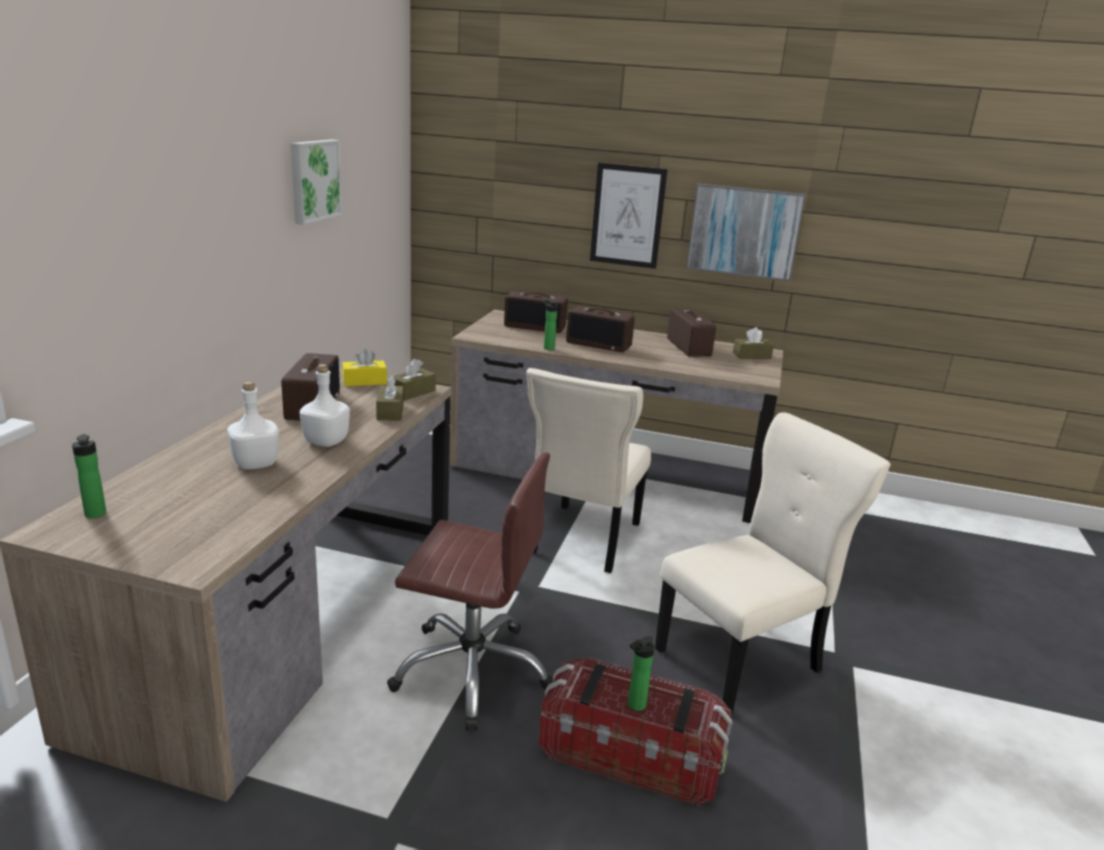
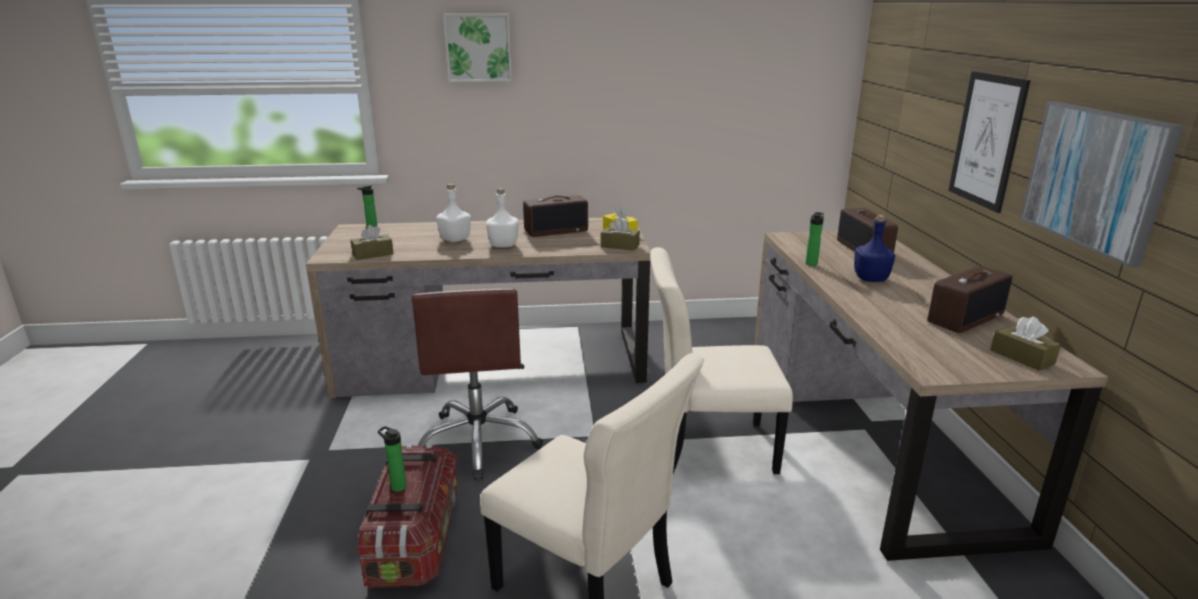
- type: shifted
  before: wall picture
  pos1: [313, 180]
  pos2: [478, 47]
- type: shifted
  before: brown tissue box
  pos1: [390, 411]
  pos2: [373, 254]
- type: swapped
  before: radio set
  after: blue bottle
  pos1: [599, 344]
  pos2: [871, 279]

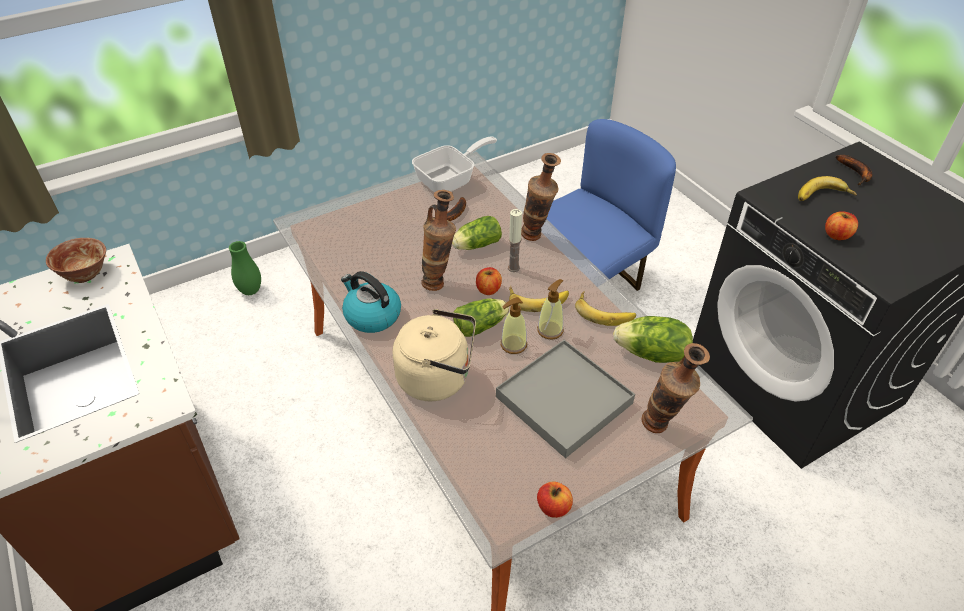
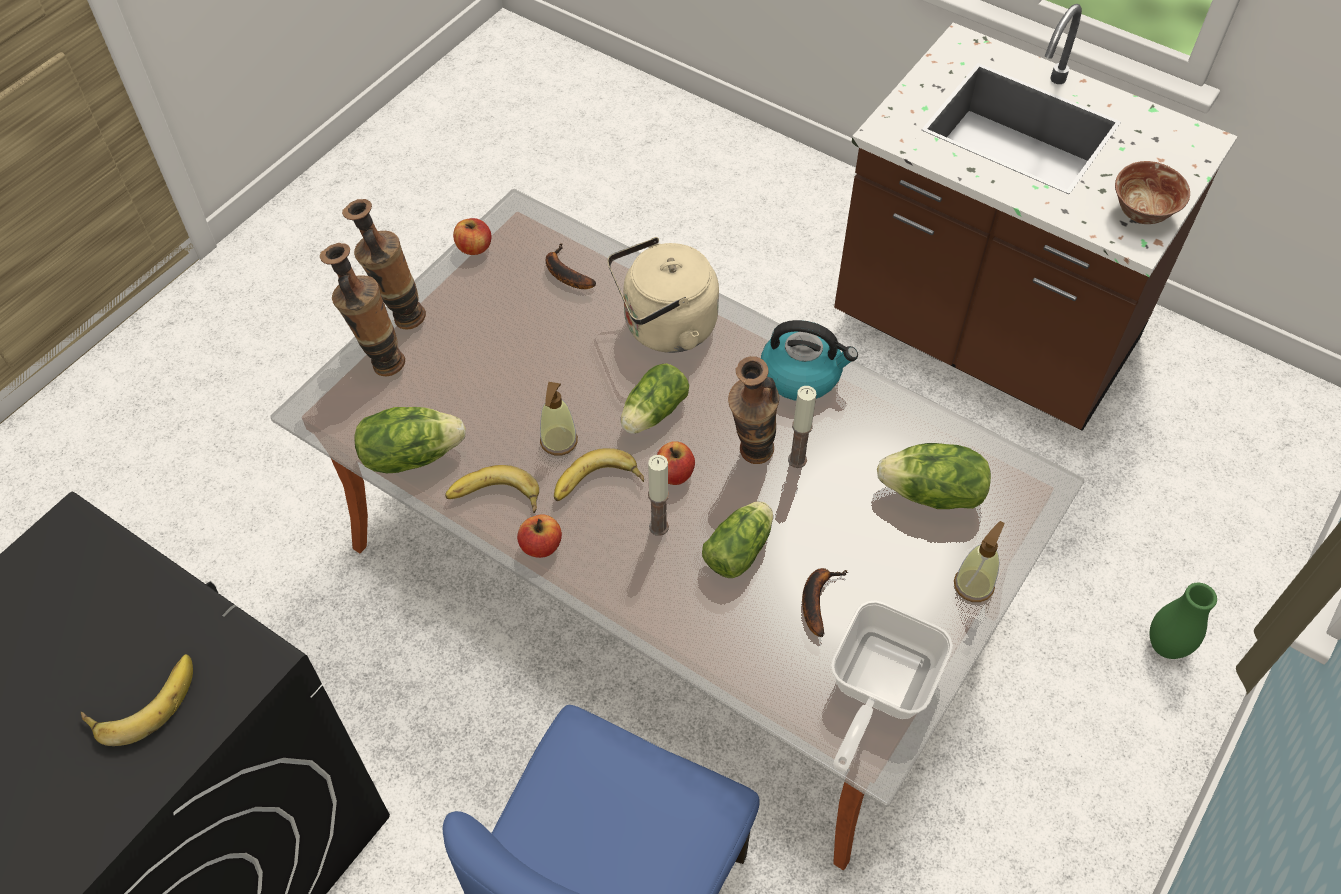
- type: gone
  before: greyish carrying tray
  pos1: [563, 400]
- type: new
  after: wax light
  pos2: [797, 460]
- type: new
  after: head of lettuce
  pos2: [932, 494]
- type: shifted
  before: soap dispenser
  pos1: [513, 344]
  pos2: [974, 585]
- type: shifted
  before: flower vase
  pos1: [537, 238]
  pos2: [399, 317]
- type: shifted
  before: apple fruit
  pos1: [836, 235]
  pos2: [541, 546]
- type: shifted
  before: banana
  pos1: [856, 173]
  pos2: [564, 273]

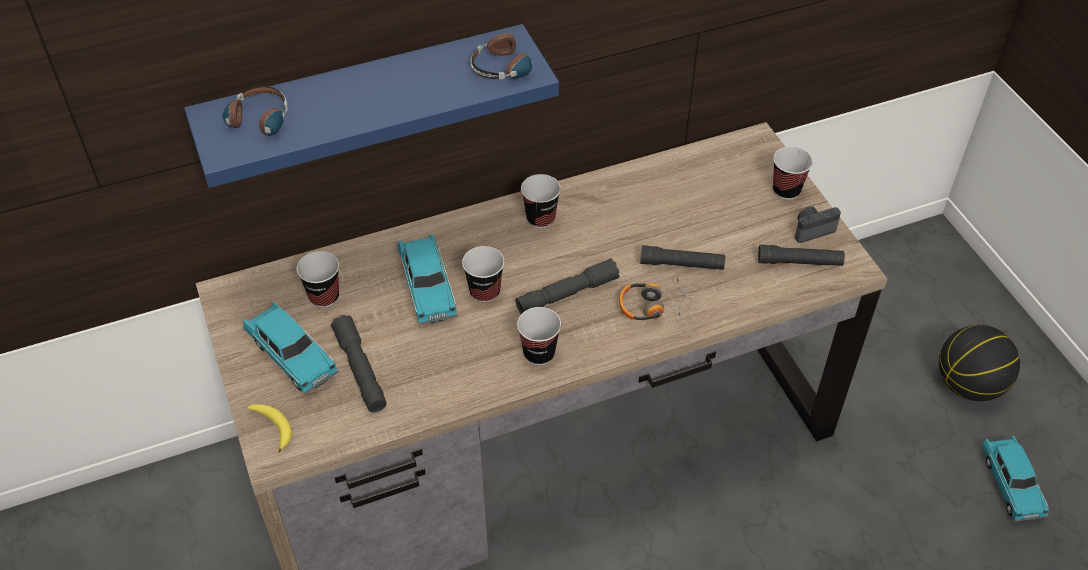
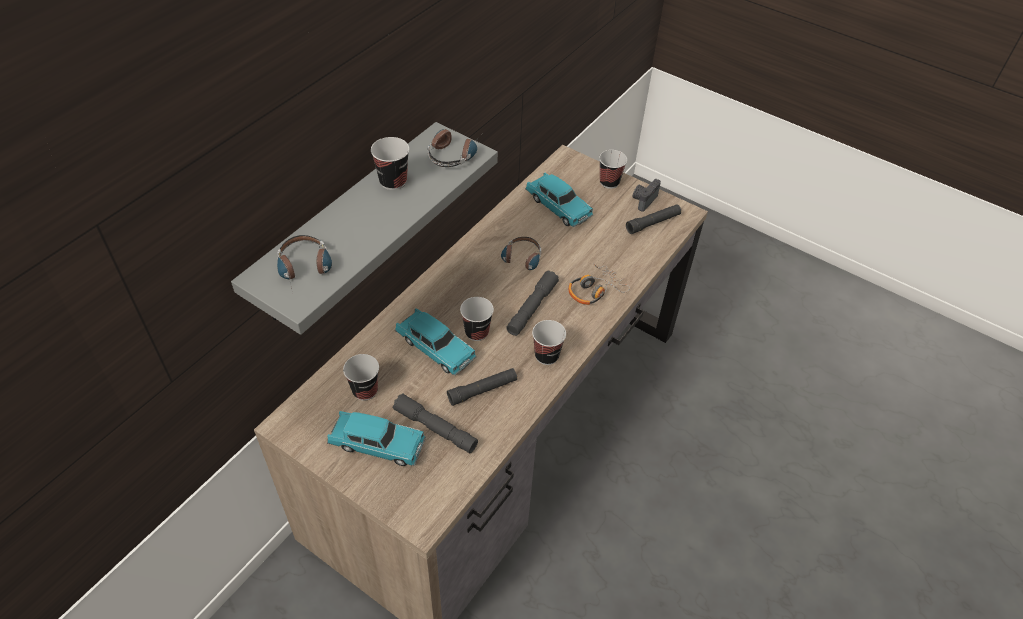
- type: gone
  before: banana
  pos1: [273, 427]
- type: gone
  before: ball for basketball
  pos1: [969, 385]
- type: new
  after: headset
  pos2: [520, 262]
- type: shifted
  before: cup
  pos1: [540, 218]
  pos2: [393, 181]
- type: shifted
  before: black flashlight
  pos1: [682, 264]
  pos2: [482, 390]
- type: shifted
  before: blue-green toy car
  pos1: [1010, 484]
  pos2: [558, 207]
- type: repainted
  before: blue bracket shelf
  after: greyish bracket shelf
  pos1: [364, 101]
  pos2: [347, 224]

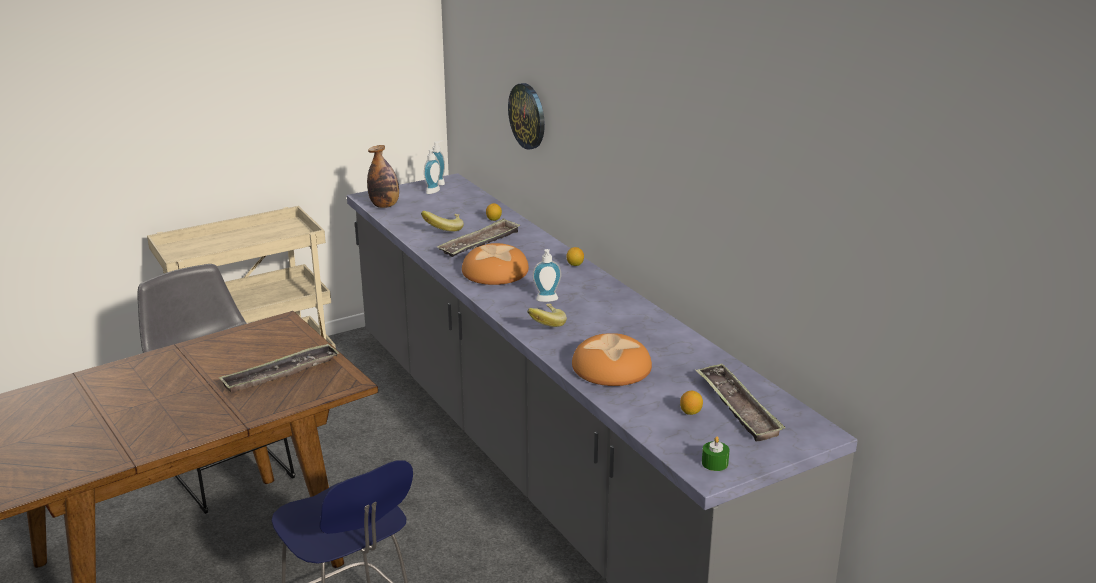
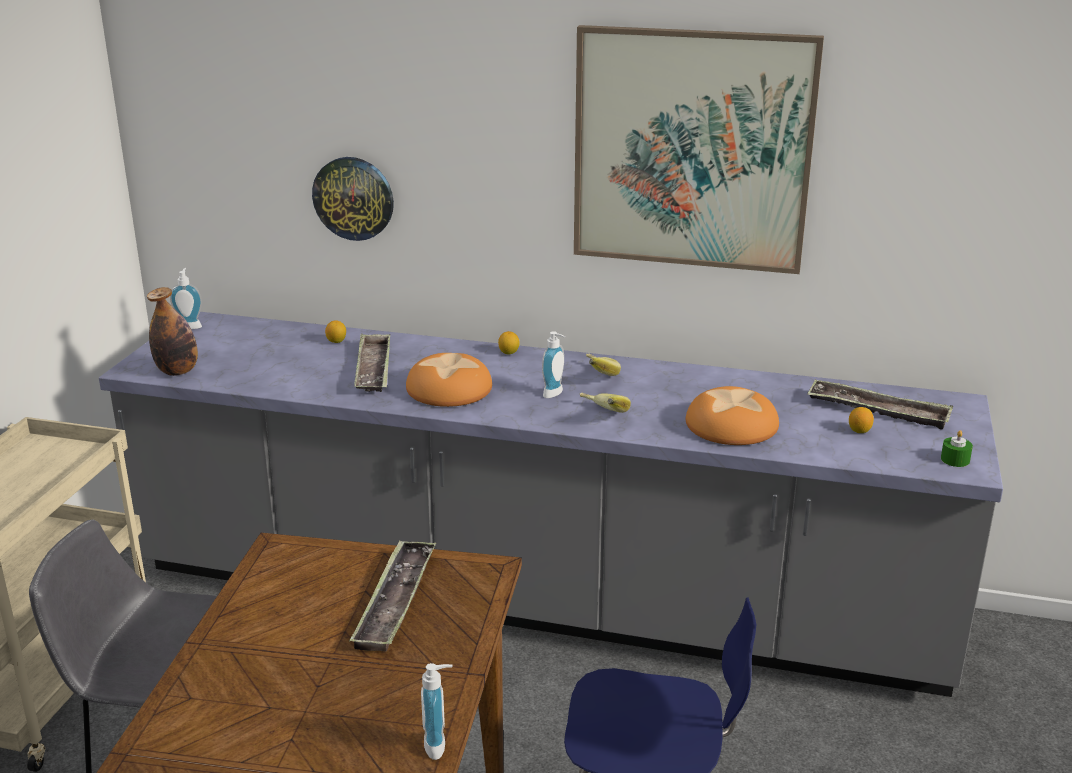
- type: new
  after: wall picture
  pos2: [692, 150]
- type: shifted
  before: banana
  pos1: [443, 229]
  pos2: [596, 377]
- type: shifted
  before: soap dispenser
  pos1: [434, 192]
  pos2: [439, 745]

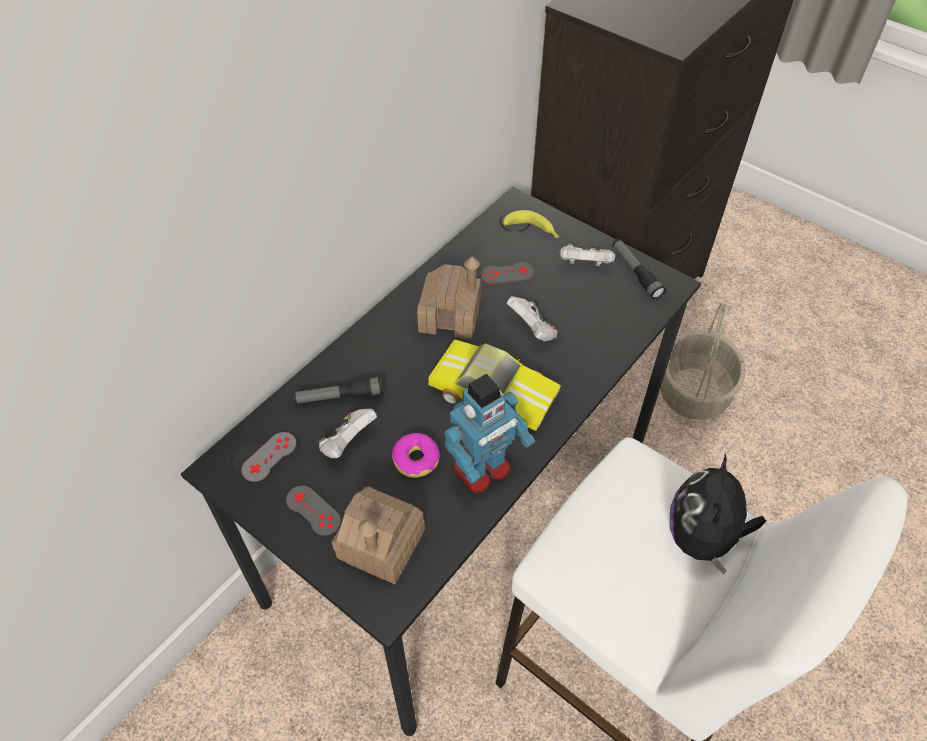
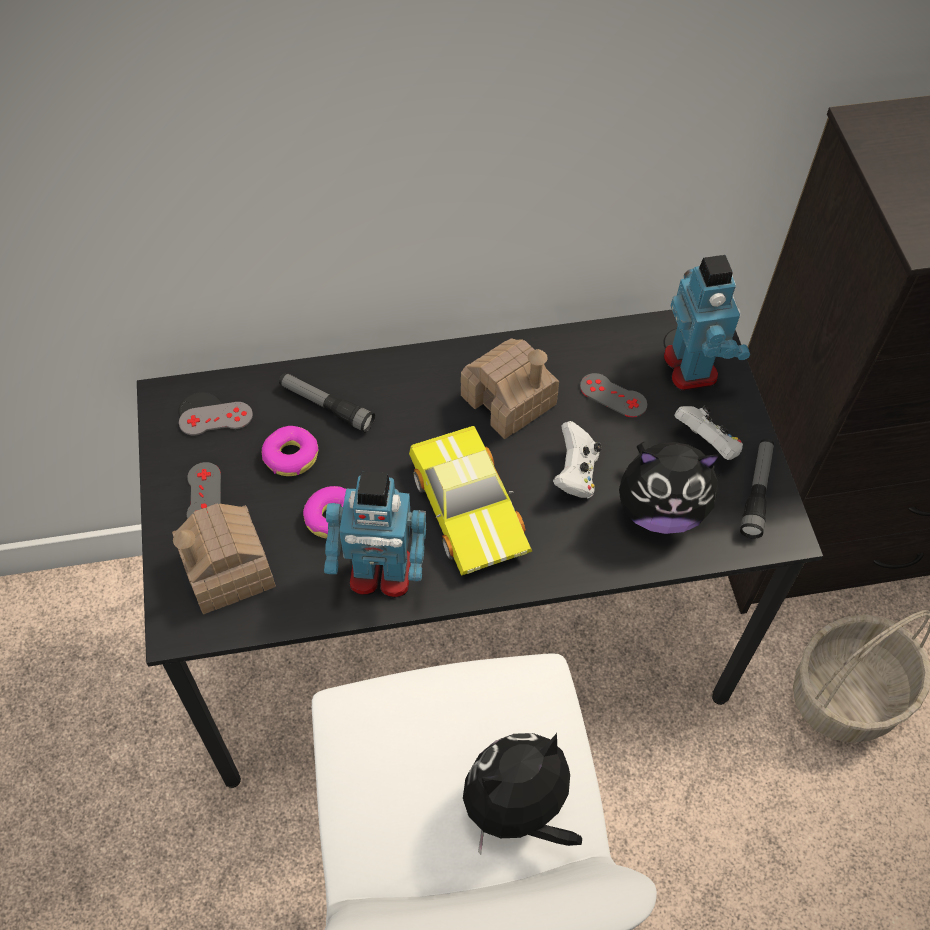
- type: new
  after: plush toy
  pos2: [660, 510]
- type: swapped
  before: white-coloured joypad
  after: doughnut
  pos1: [347, 443]
  pos2: [290, 456]
- type: swapped
  before: banana
  after: model robot
  pos1: [533, 230]
  pos2: [691, 367]

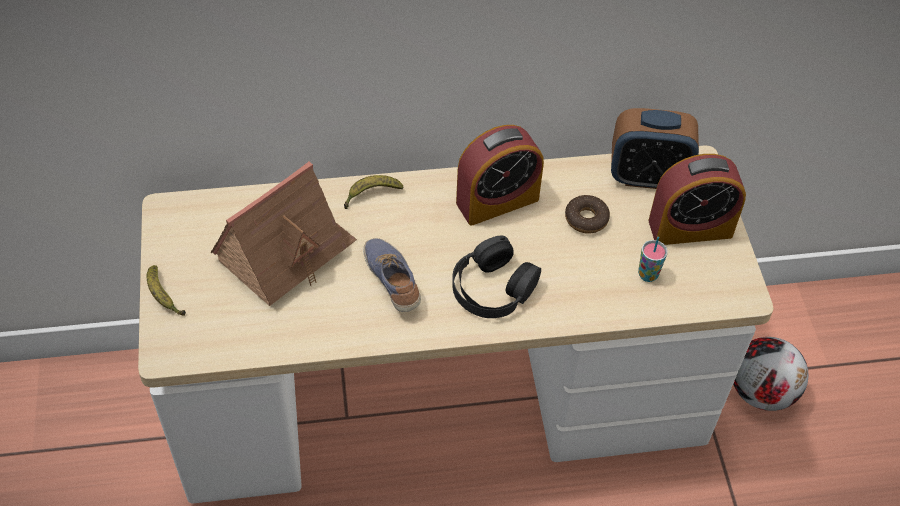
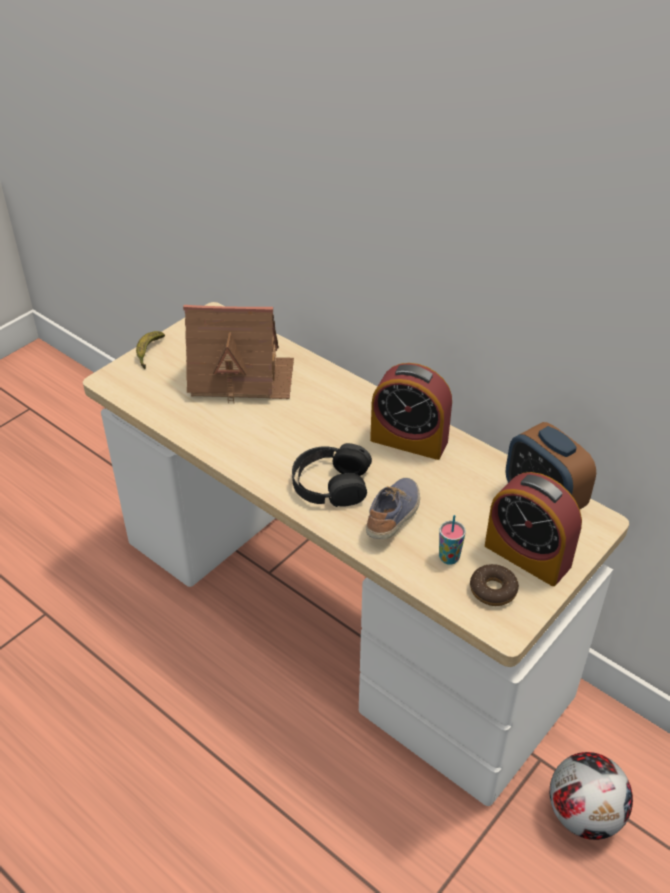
- type: gone
  before: banana
  pos1: [371, 195]
- type: shifted
  before: item of footwear
  pos1: [393, 280]
  pos2: [394, 516]
- type: shifted
  before: doughnut
  pos1: [586, 219]
  pos2: [493, 590]

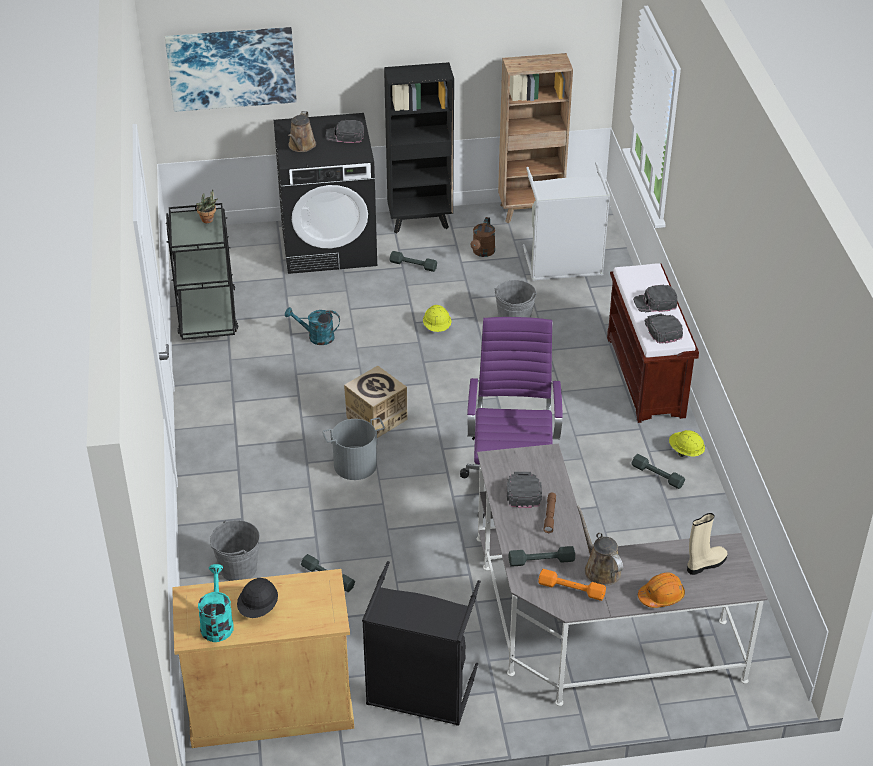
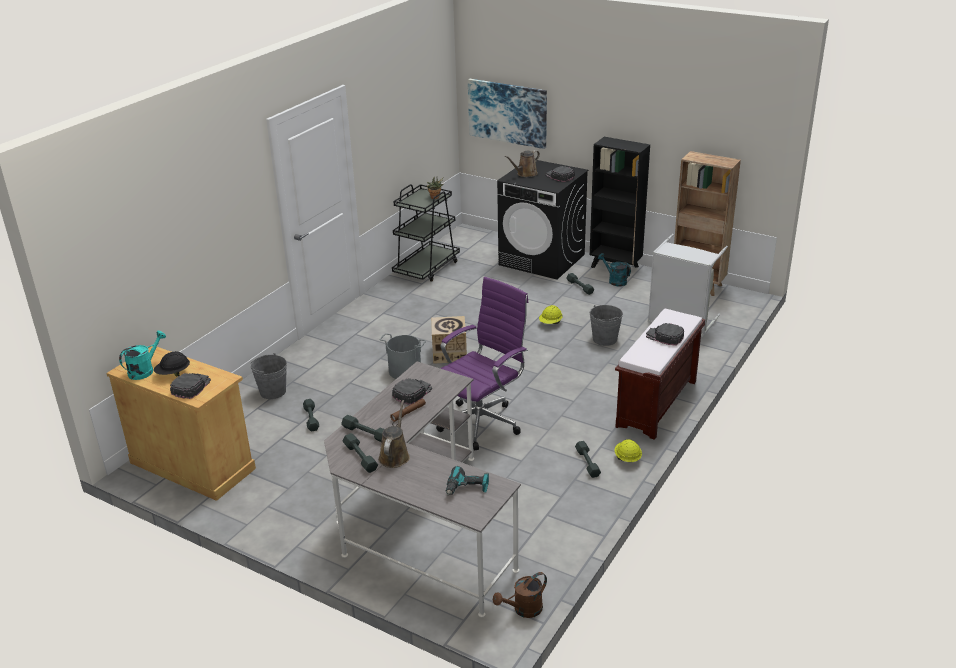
- type: gone
  before: black laundry basket
  pos1: [419, 695]
- type: gone
  before: orangey safety helmet
  pos1: [661, 596]
- type: shifted
  before: blue-green watering can
  pos1: [316, 337]
  pos2: [614, 281]
- type: shifted
  before: brown watering can
  pos1: [482, 252]
  pos2: [523, 610]
- type: shifted
  before: black peaked cap
  pos1: [662, 329]
  pos2: [191, 387]
- type: swapped
  before: beige tall boot
  after: electric drill
  pos1: [705, 564]
  pos2: [467, 488]
- type: repainted
  before: orangey dumbbell
  after: greyish dumbbell
  pos1: [571, 589]
  pos2: [360, 457]

